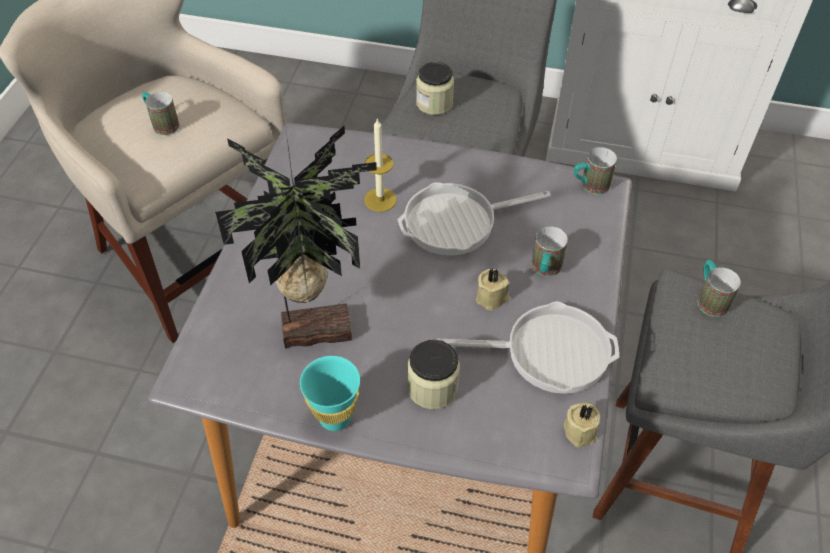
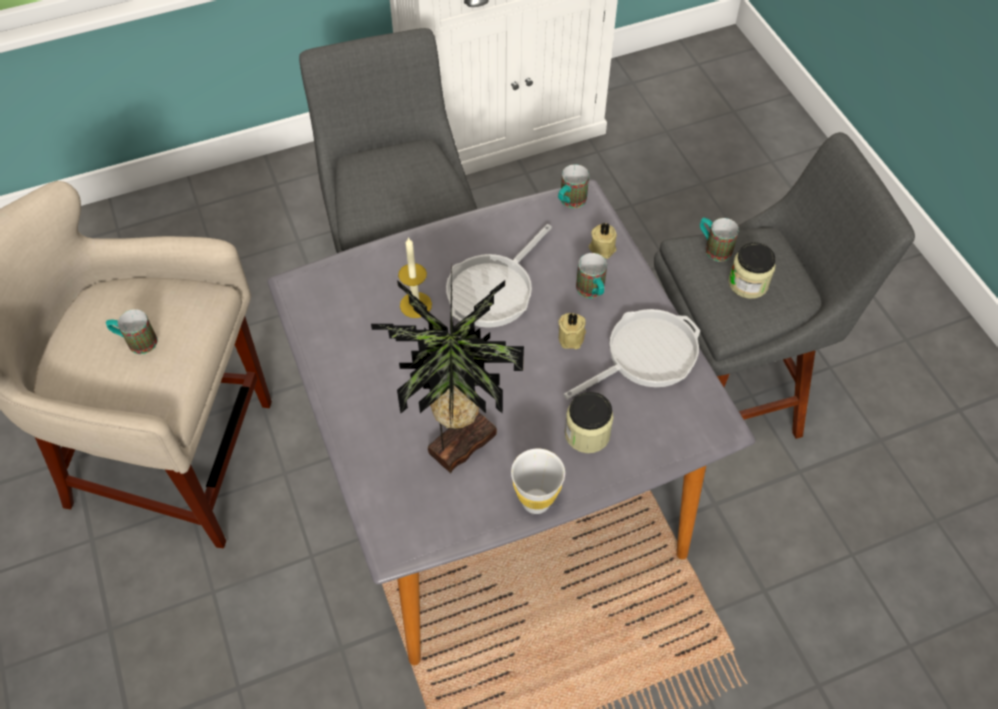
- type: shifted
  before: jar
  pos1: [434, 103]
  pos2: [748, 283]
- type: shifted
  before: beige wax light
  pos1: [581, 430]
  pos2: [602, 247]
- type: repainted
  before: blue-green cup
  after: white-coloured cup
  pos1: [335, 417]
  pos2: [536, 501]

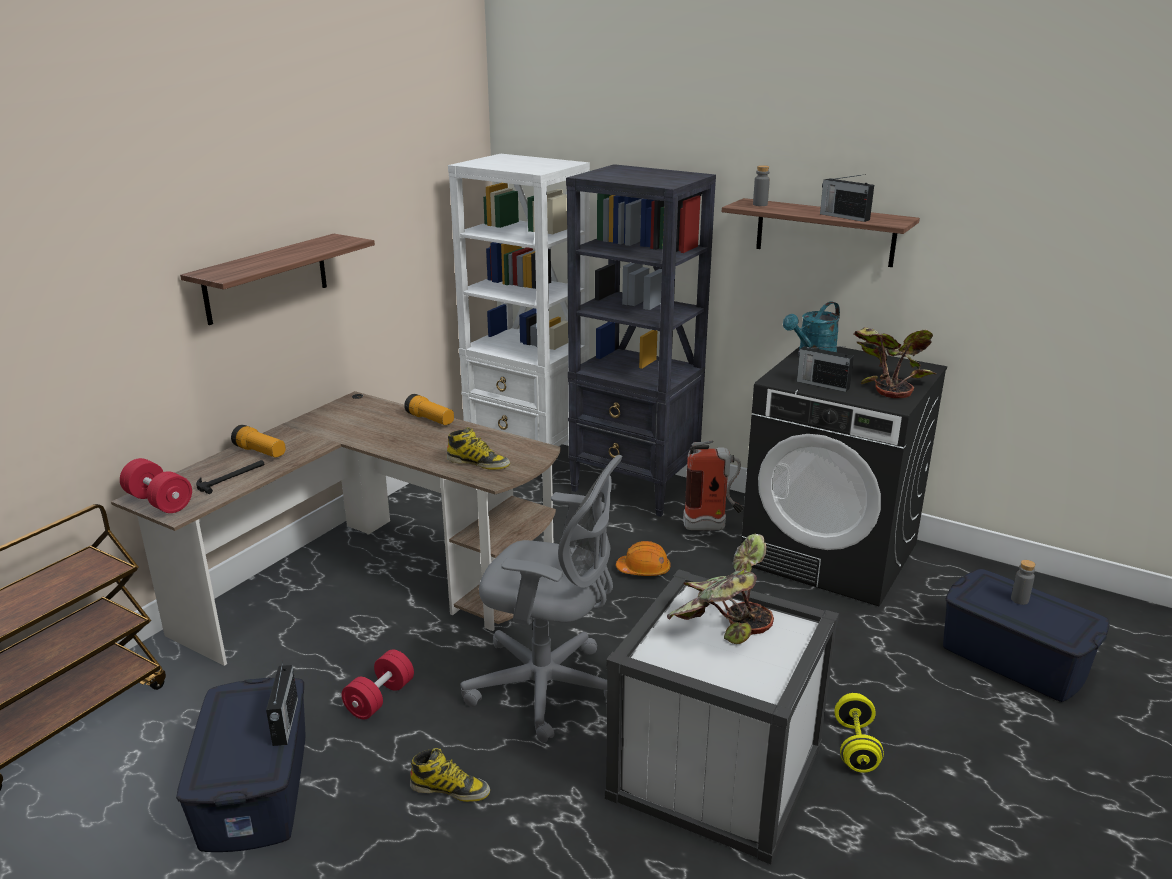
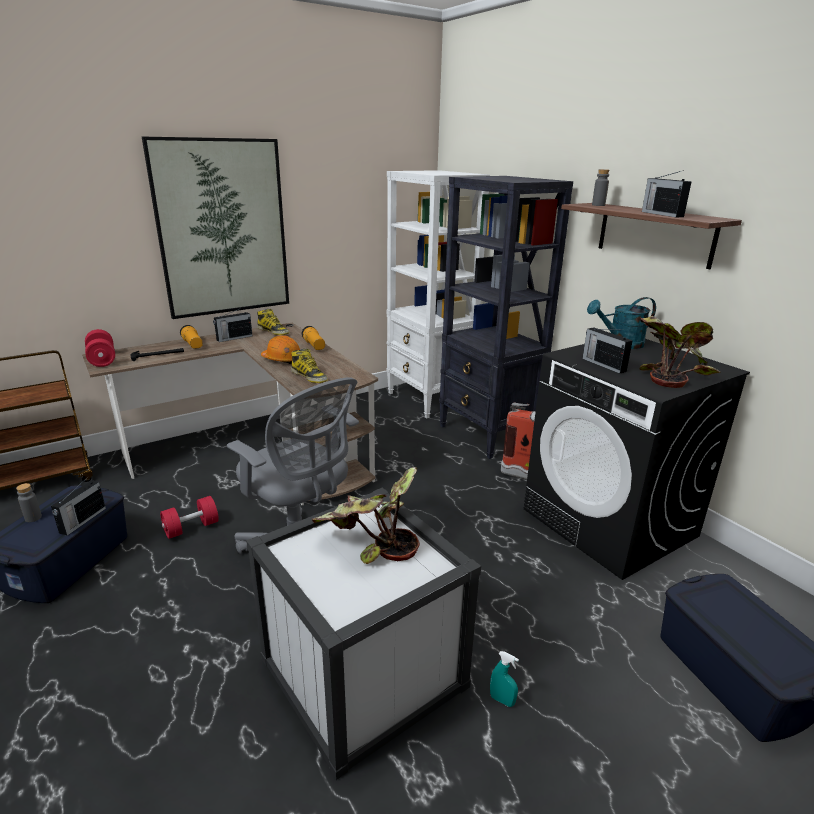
- type: new
  after: radio set
  pos2: [234, 338]
- type: shifted
  before: tall boot
  pos1: [450, 789]
  pos2: [273, 331]
- type: shifted
  before: orangey safety helmet
  pos1: [644, 570]
  pos2: [282, 359]
- type: shifted
  before: greyish bottle
  pos1: [1019, 600]
  pos2: [33, 518]
- type: swapped
  before: bracket shelf
  after: wall picture
  pos1: [266, 278]
  pos2: [222, 229]
- type: swapped
  before: yellow dumbbell
  after: blue-green sprayer
  pos1: [855, 747]
  pos2: [502, 700]

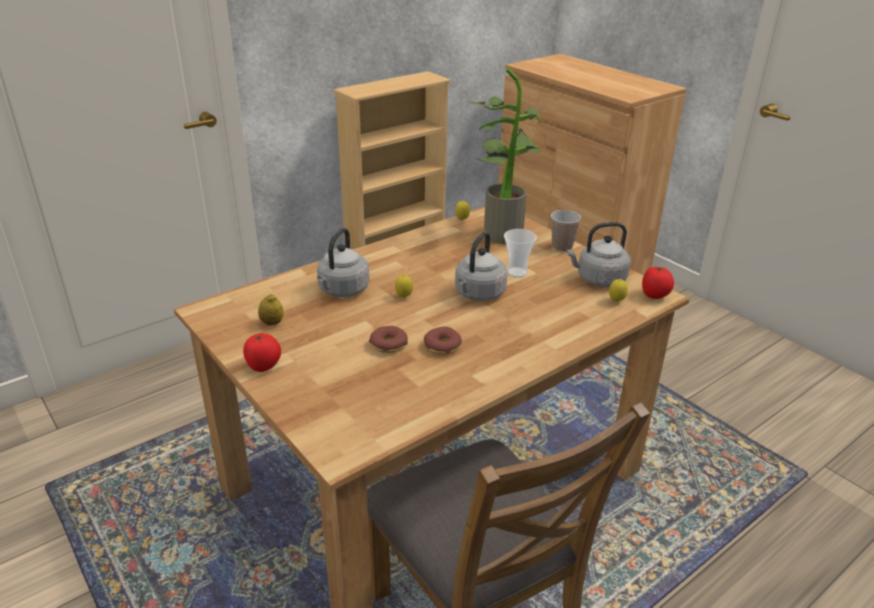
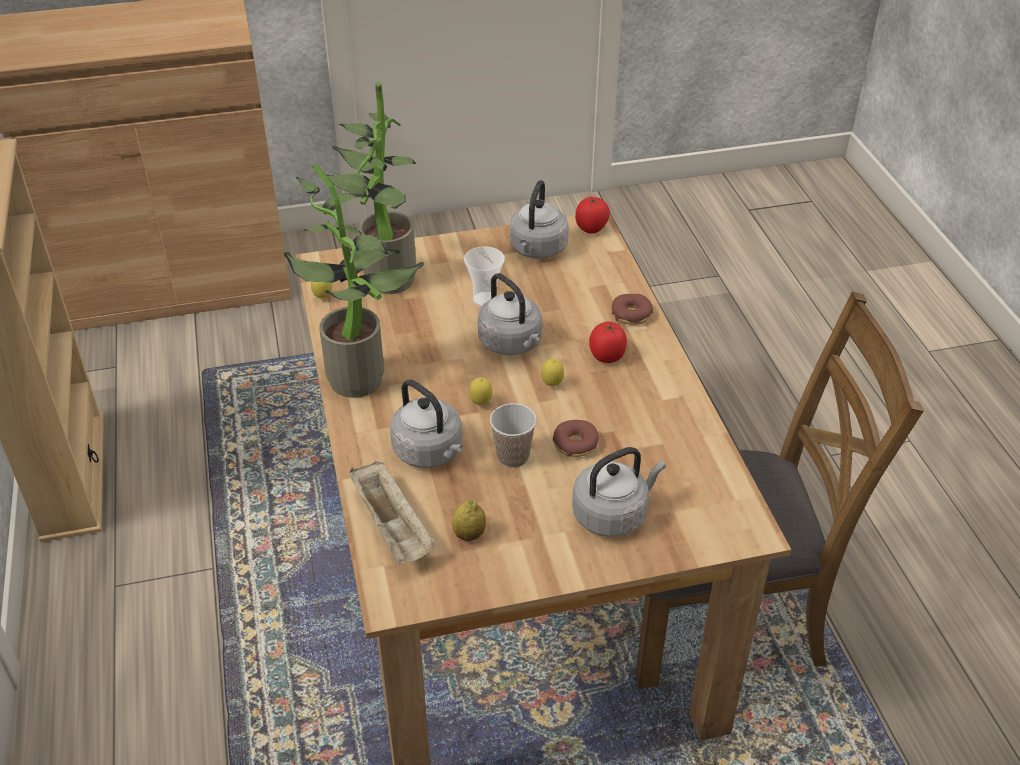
- type: new
  after: plant in a pot
  pos2: [364, 376]
- type: new
  after: beige carrying tray
  pos2: [393, 528]
- type: new
  after: greyish water kettle
  pos2: [613, 514]
- type: shifted
  before: whole tomato
  pos1: [264, 367]
  pos2: [607, 356]
- type: shifted
  before: doughnut
  pos1: [442, 346]
  pos2: [631, 314]
- type: shifted
  before: cup
  pos1: [562, 247]
  pos2: [513, 457]
- type: shifted
  before: whole lemon
  pos1: [616, 301]
  pos2: [552, 385]

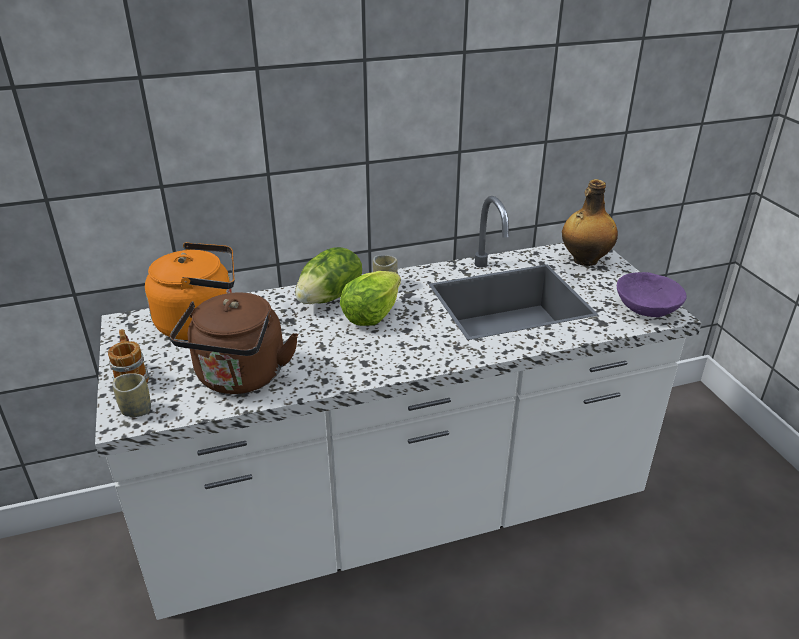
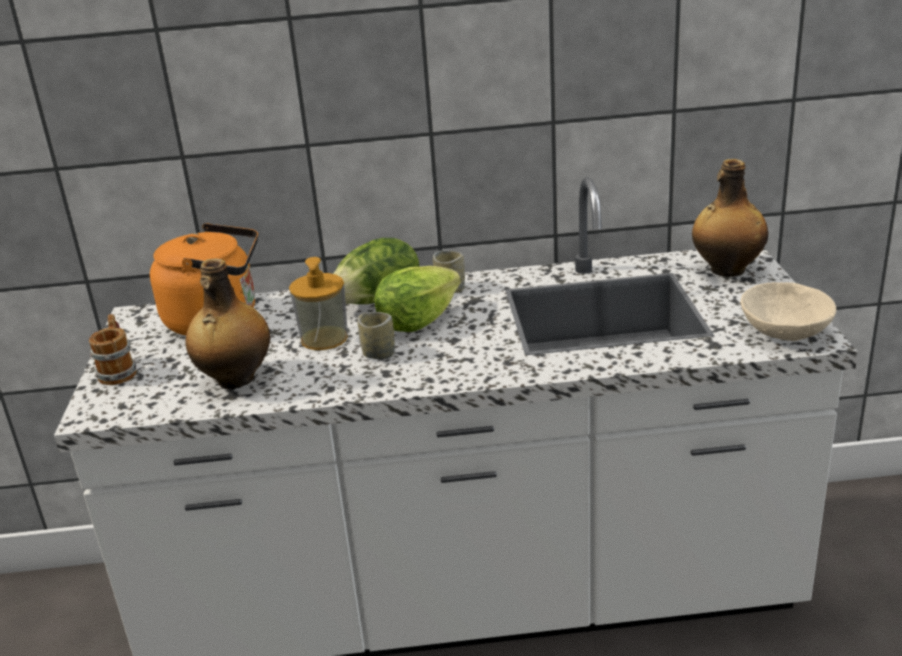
- type: new
  after: soap dispenser
  pos2: [324, 338]
- type: shifted
  before: cup
  pos1: [136, 410]
  pos2: [378, 354]
- type: swapped
  before: brown water kettle
  after: bottle
  pos1: [240, 378]
  pos2: [235, 380]
- type: repainted
  before: purple serving bowl
  after: beige serving bowl
  pos1: [645, 309]
  pos2: [783, 331]

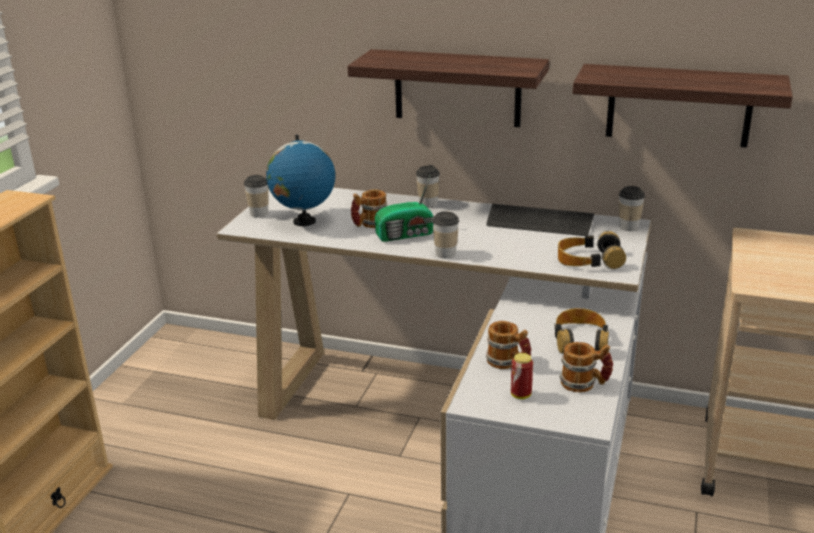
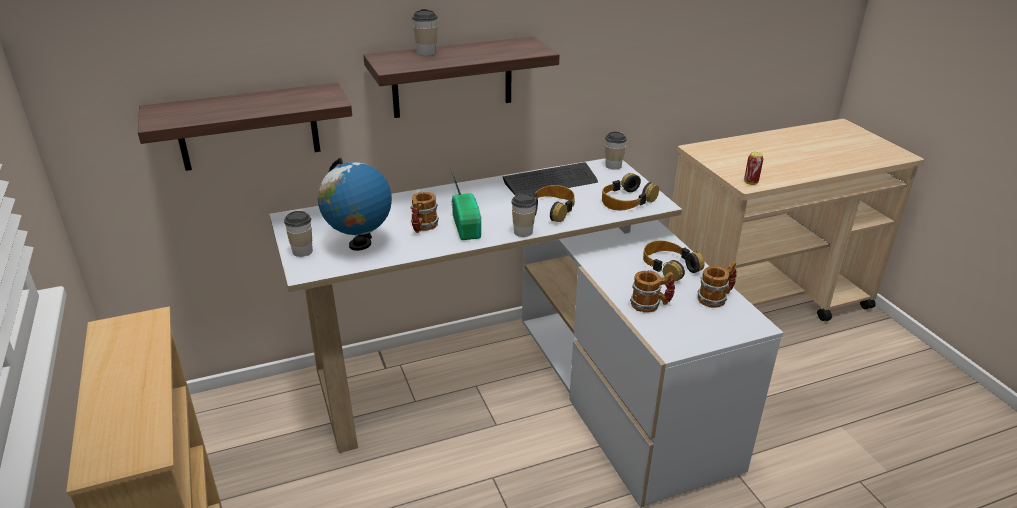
- type: new
  after: headset
  pos2: [551, 210]
- type: shifted
  before: cup
  pos1: [428, 204]
  pos2: [426, 53]
- type: shifted
  before: can
  pos1: [521, 395]
  pos2: [750, 183]
- type: shifted
  before: bracket shelf
  pos1: [679, 105]
  pos2: [248, 127]
- type: rotated
  before: radio set
  pos1: [406, 235]
  pos2: [467, 226]
  turn: -45

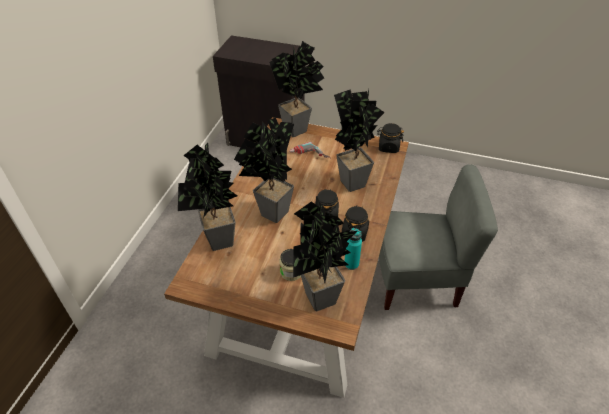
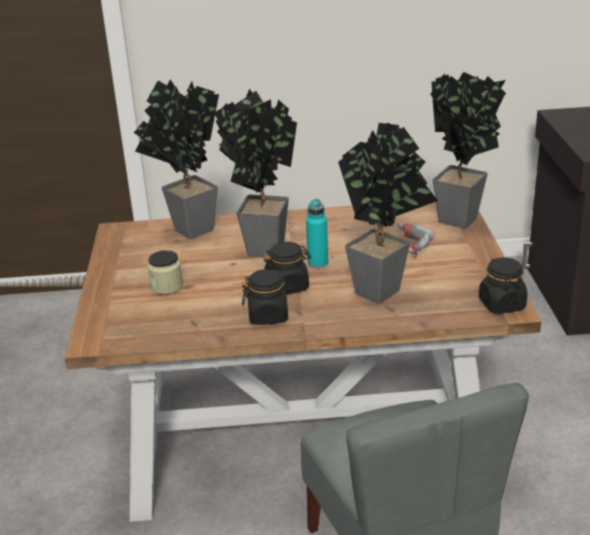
- type: gone
  before: plant in a pot
  pos1: [320, 303]
- type: shifted
  before: blue-green bottle
  pos1: [351, 264]
  pos2: [317, 263]

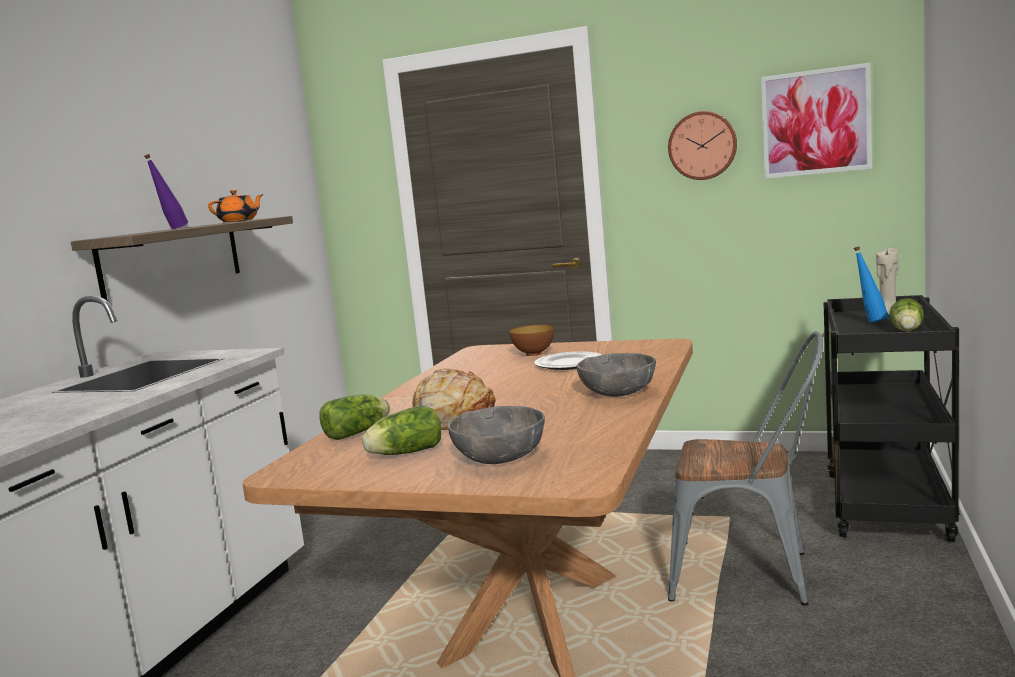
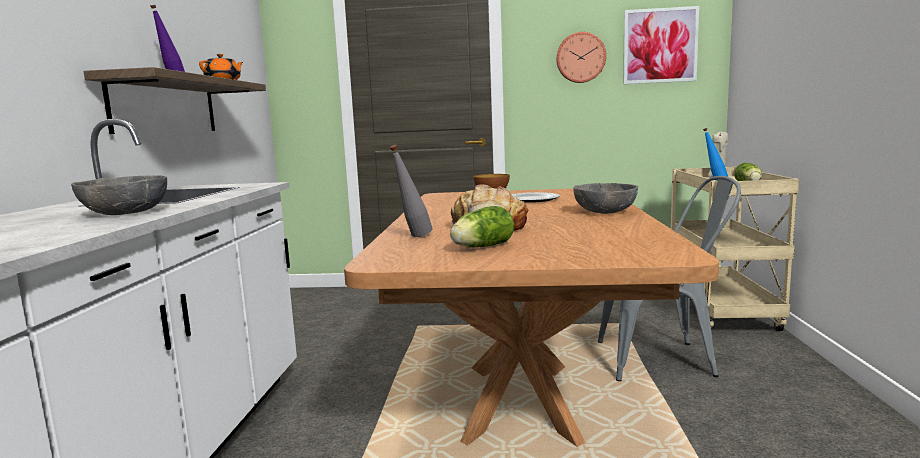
- type: shifted
  before: greyish serving bowl
  pos1: [499, 457]
  pos2: [125, 213]
- type: swapped
  before: head of lettuce
  after: greyish bottle
  pos1: [359, 432]
  pos2: [413, 237]
- type: repainted
  before: black cart
  after: beige cart
  pos1: [888, 508]
  pos2: [723, 313]

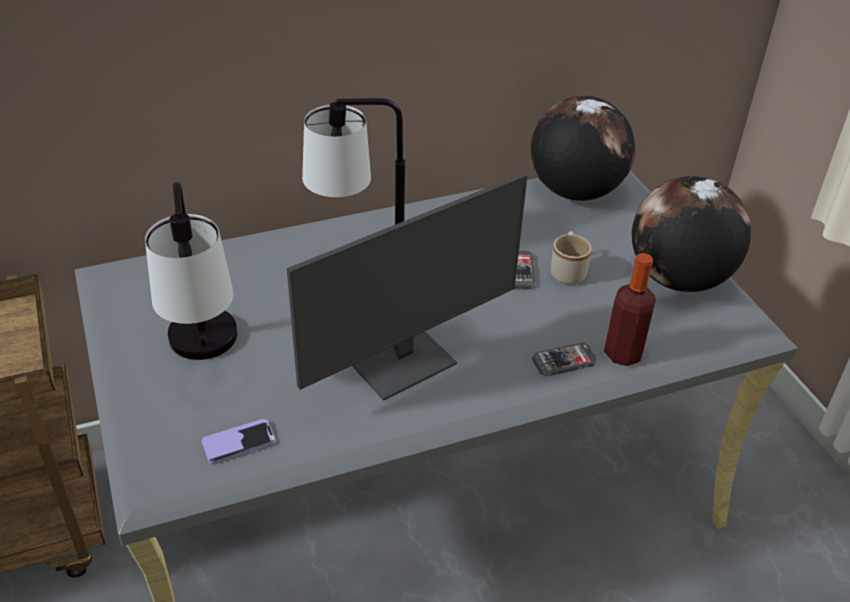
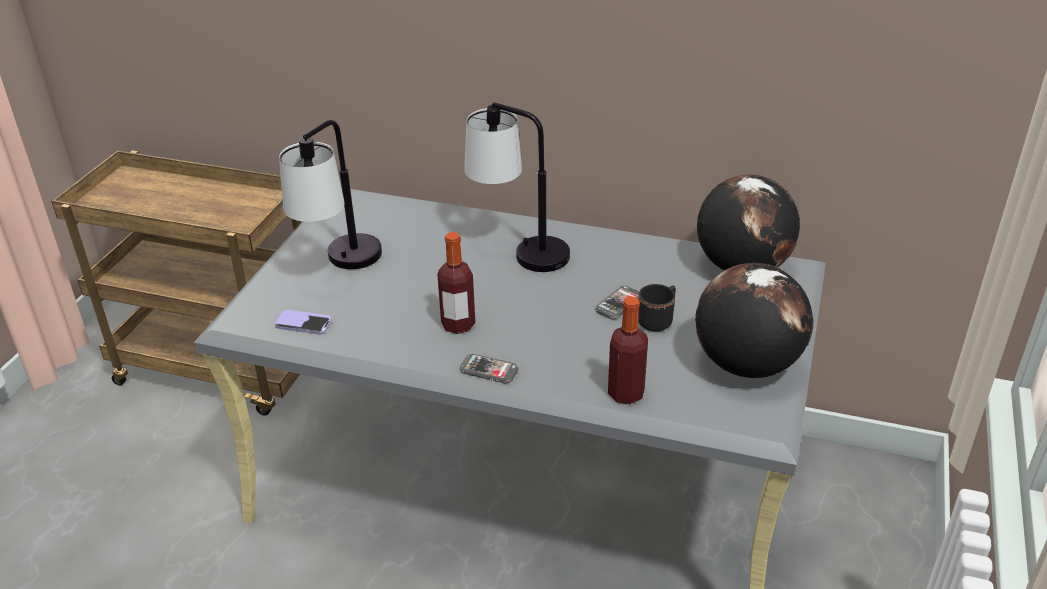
- type: shifted
  before: handset
  pos1: [564, 361]
  pos2: [488, 370]
- type: swapped
  before: computer screen
  after: bottle
  pos1: [402, 362]
  pos2: [458, 325]
- type: repainted
  before: beige mug
  after: black mug
  pos1: [568, 271]
  pos2: [658, 320]

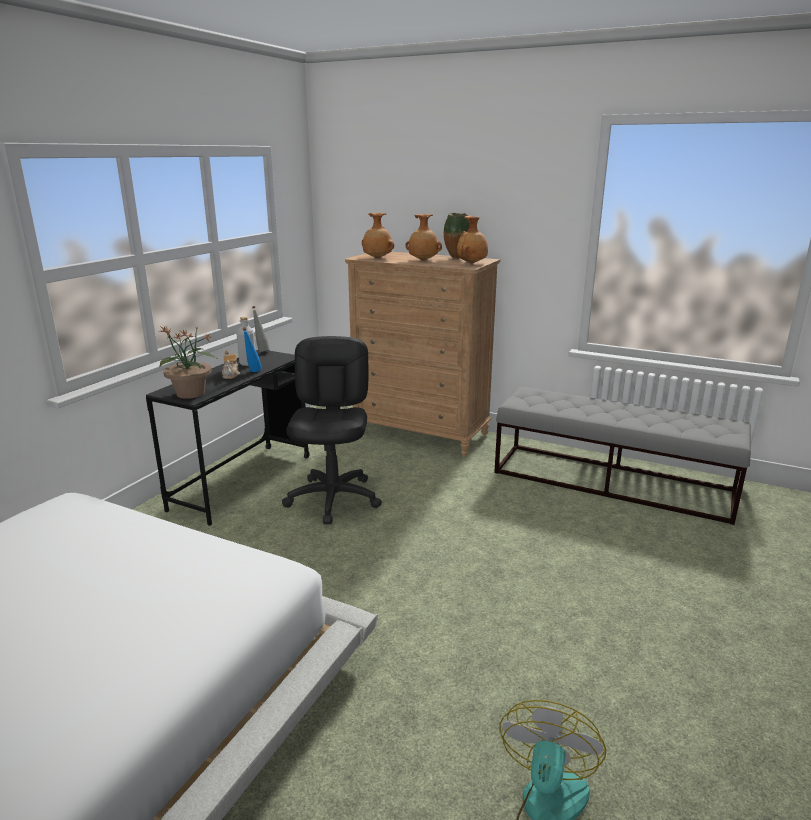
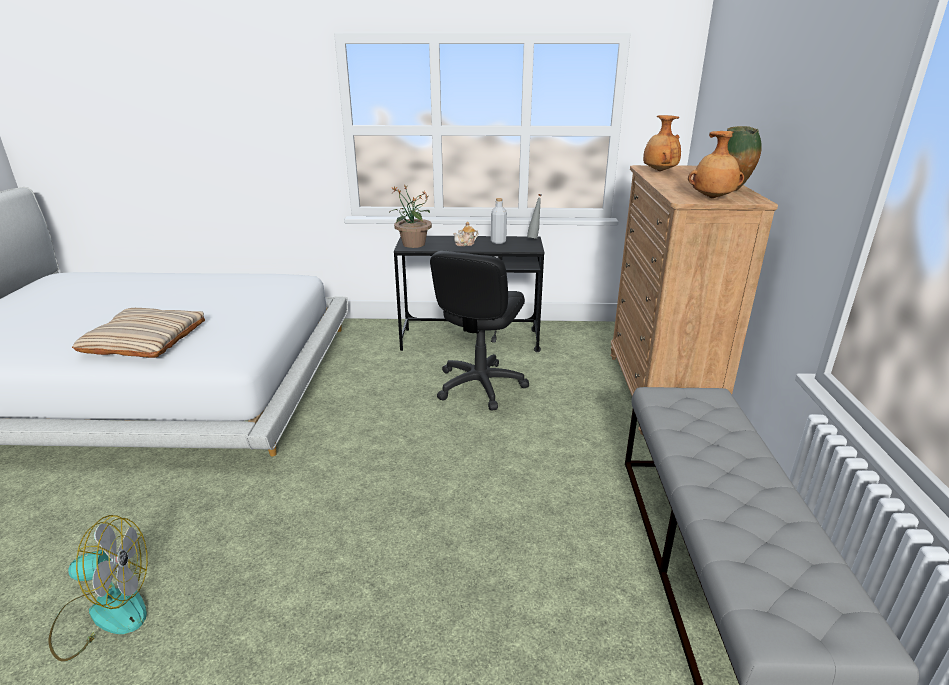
- type: gone
  before: blue bottle
  pos1: [253, 372]
- type: gone
  before: brown flower vase
  pos1: [423, 260]
- type: new
  after: beige throw pillow
  pos2: [144, 339]
- type: rotated
  before: black computer chair
  pos1: [334, 498]
  pos2: [479, 385]
  turn: 135

